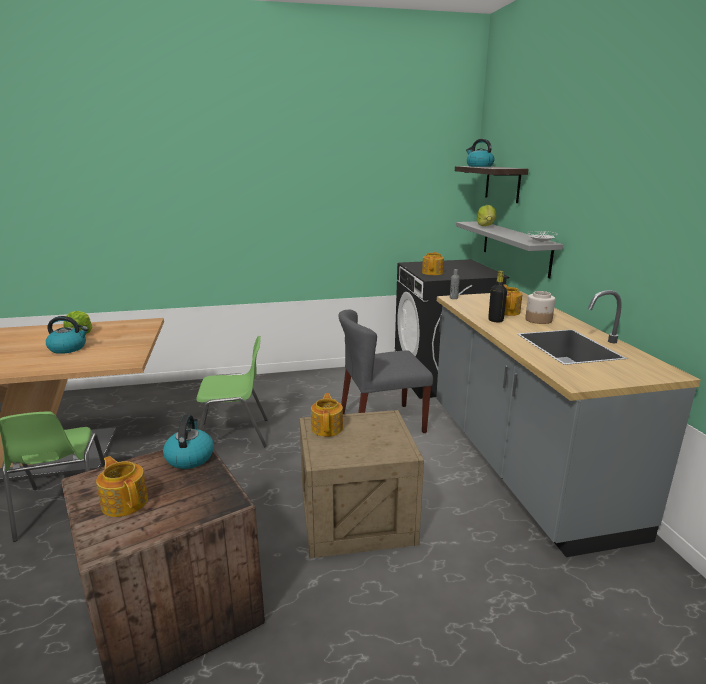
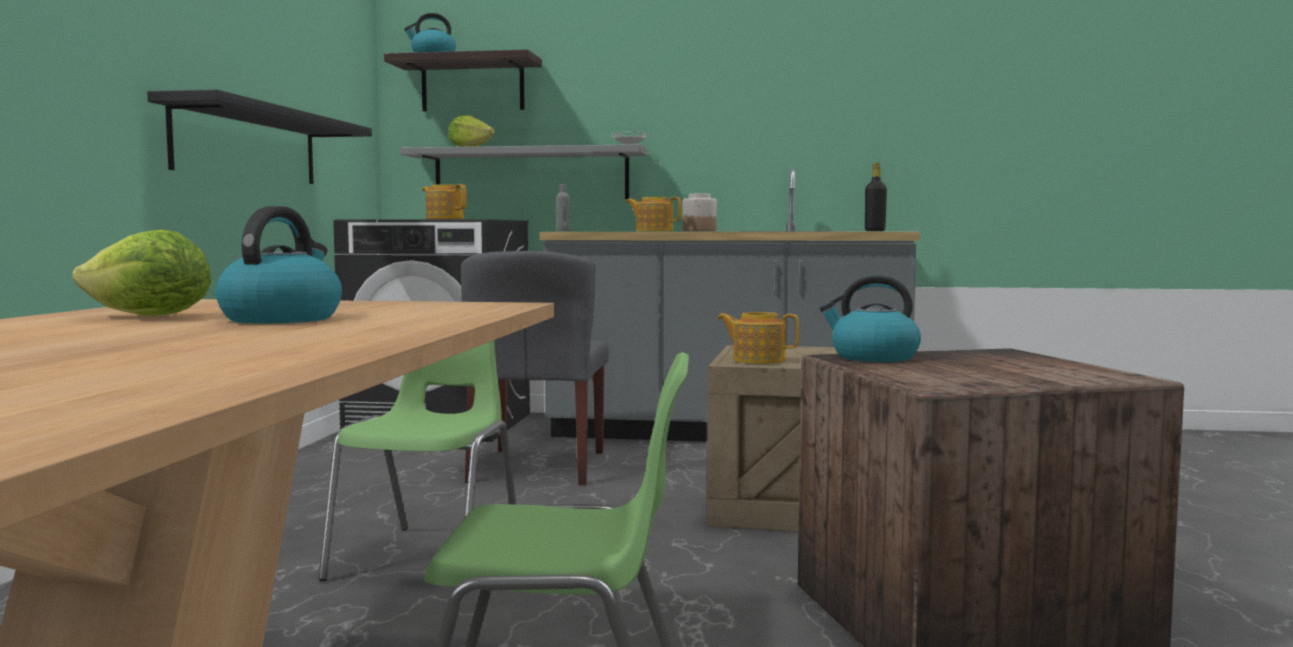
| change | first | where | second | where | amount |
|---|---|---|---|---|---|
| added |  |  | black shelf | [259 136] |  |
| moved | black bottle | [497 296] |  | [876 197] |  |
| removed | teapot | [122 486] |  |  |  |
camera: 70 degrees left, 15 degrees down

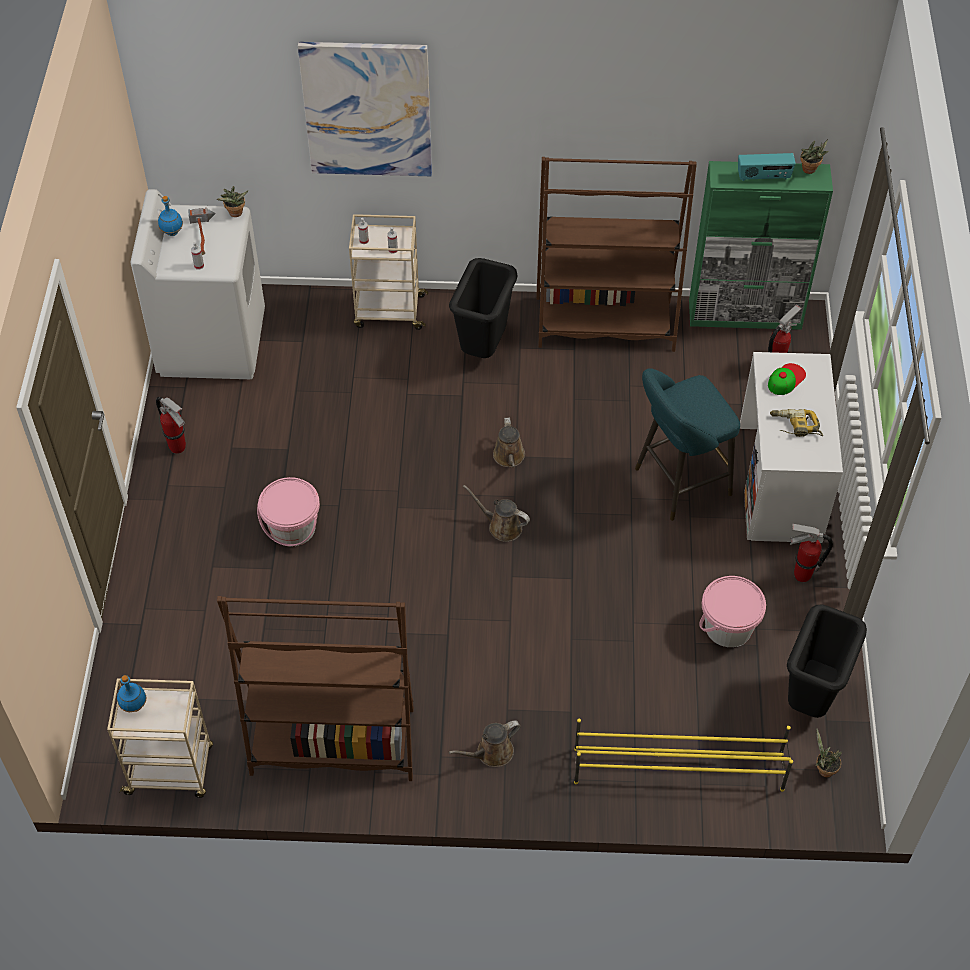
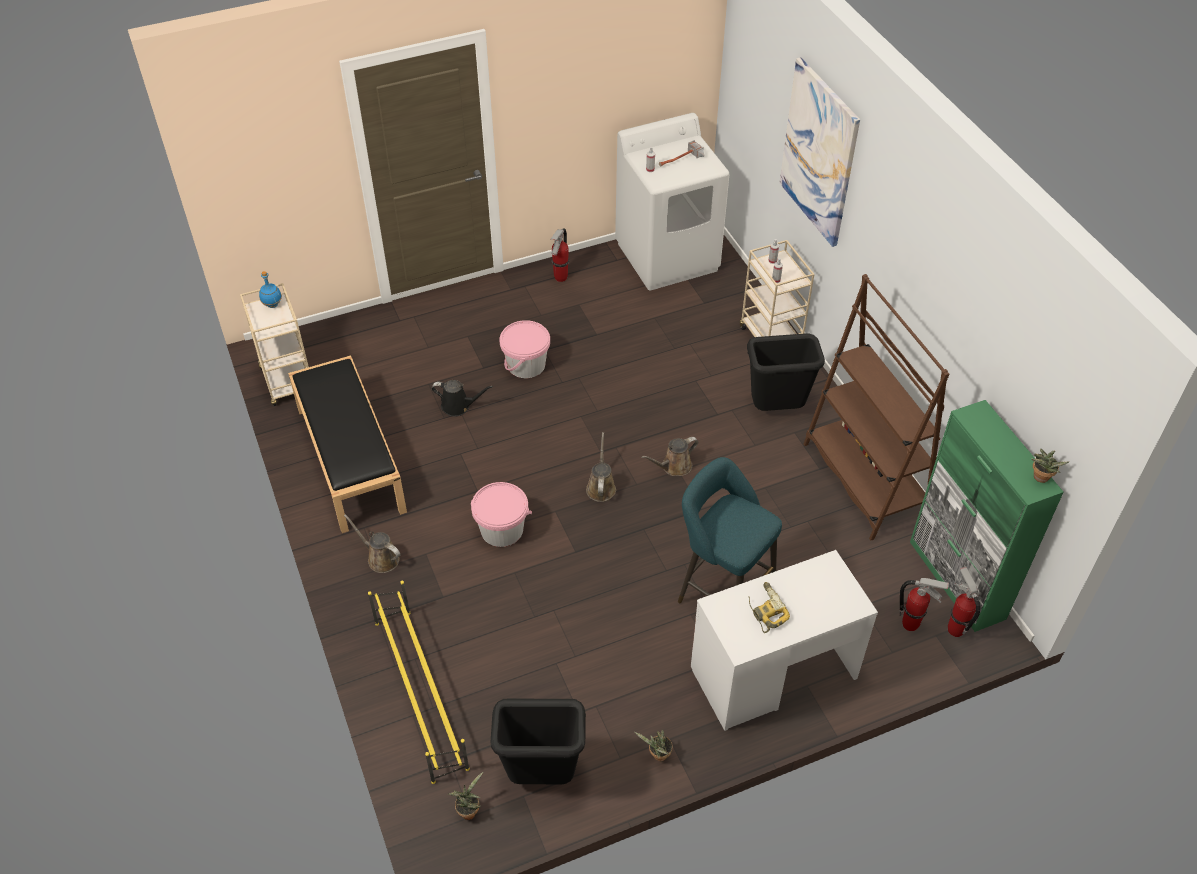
| change | first | where | second | where | amount |
|---|---|---|---|---|---|
| replaced | brown bookcase | [315 688] | black bench | [347 444] |  |
| added |  |  | black watering can | [462 398] |  |
| moved | pink bucket | [732 611] |  | [501 514] |  |
| moved | potted plant | [232 201] |  | [654 745] |  |
| moved | fire extinguisher | [811 552] |  | [964 602] |  |
| removed | blue bottle | [170 216] |  |  |  |
| removed | radio | [767 167] |  |  |  |
| removed | cap | [787 379] |  |  |  |
camera: 65 degrees right, 5 degrees down

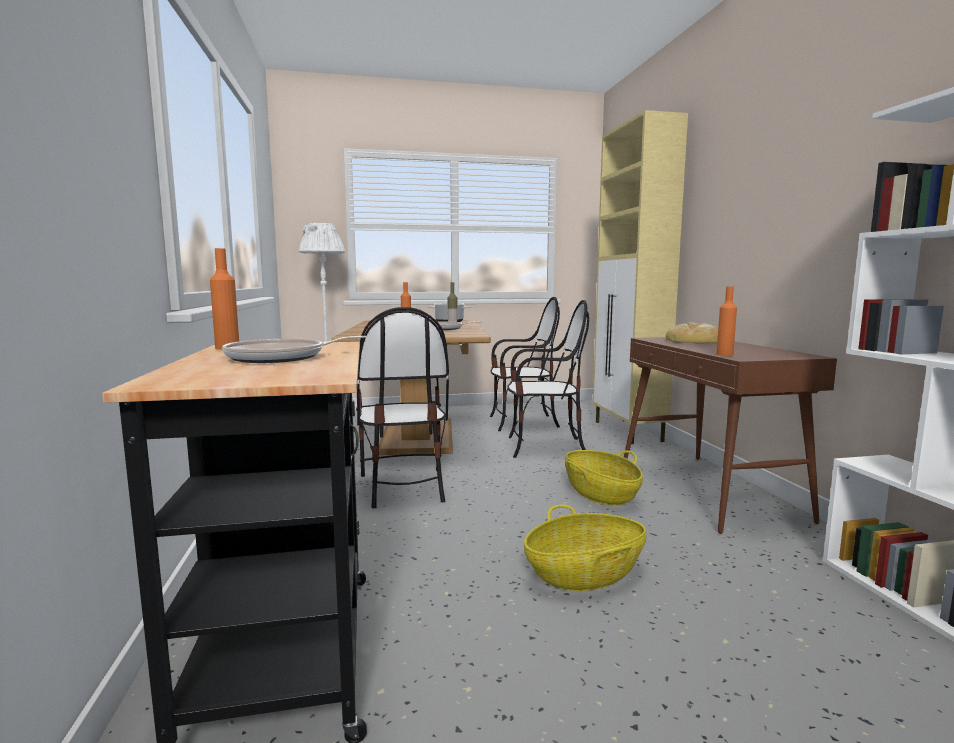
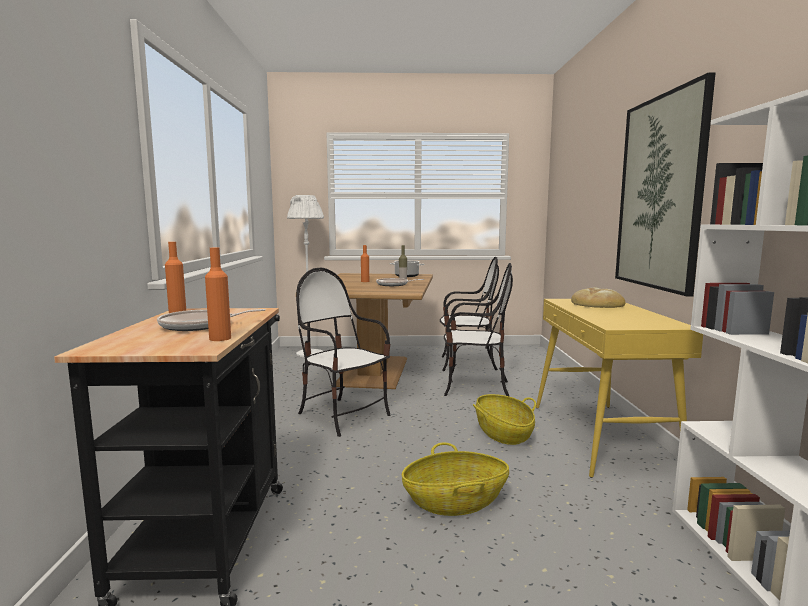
| change | first | where | second | where | amount |
|---|---|---|---|---|---|
| moved | orange bottle | [727 320] |  | [218 294] |  |
| turned | chair | [402 407] |  | [343 352] | 135 degrees clockwise |
| recoloured | brown console table | [730 435] | yellow console table | [619 388] |  |
| added |  |  | picture | [665 184] |  |
| removed | beige cabinet | [640 277] |  |  |  |
camera: 10 degrees right, 0 degrees up

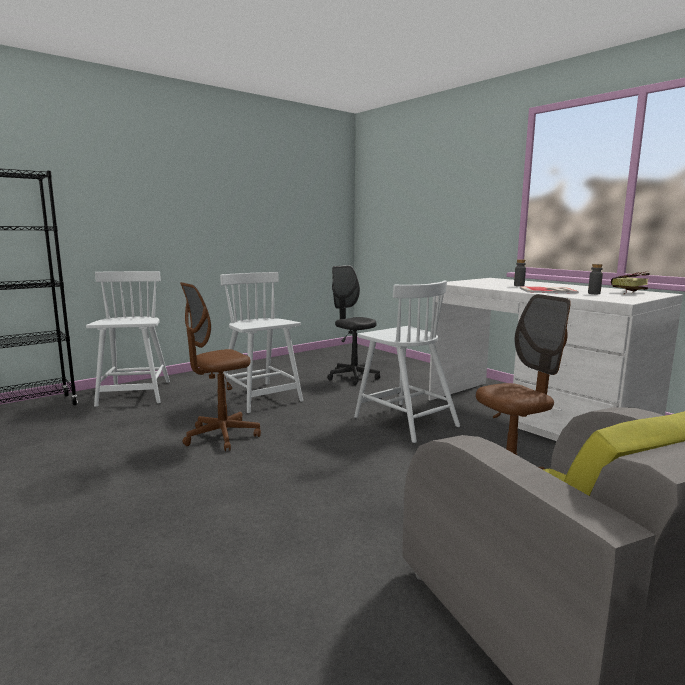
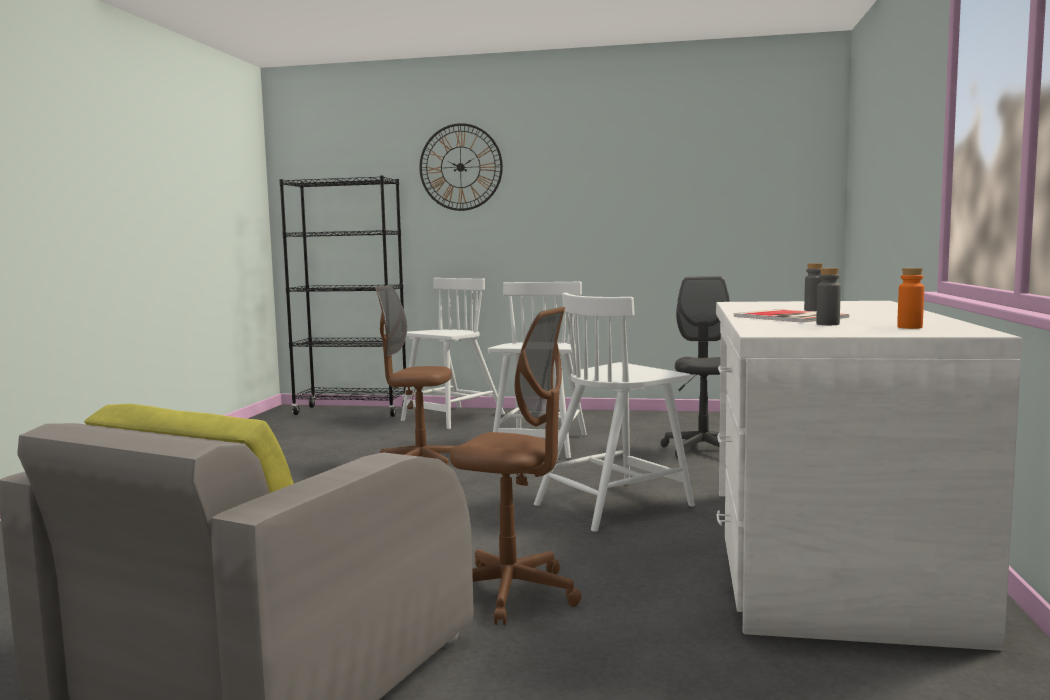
| change | first | where | second | where | amount |
|---|---|---|---|---|---|
| added |  |  | wall clock | [461 167] |  |
| turned | white chair | [407 361] |  | [614 412] | 45 degrees clockwise |
| replaced | book | [630 283] | orange bottle | [910 298] |  |
camera: 50 degrees right, 5 degrees down

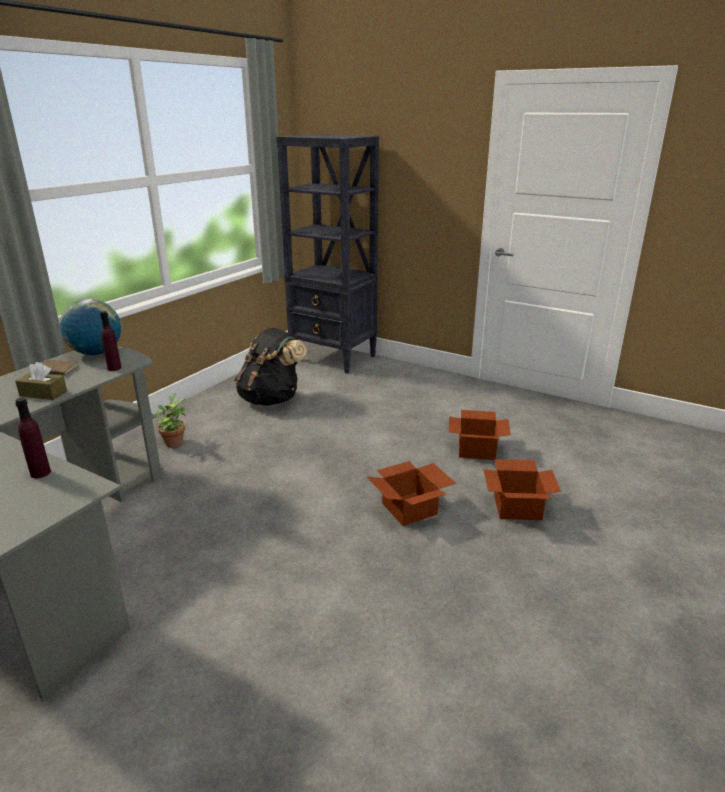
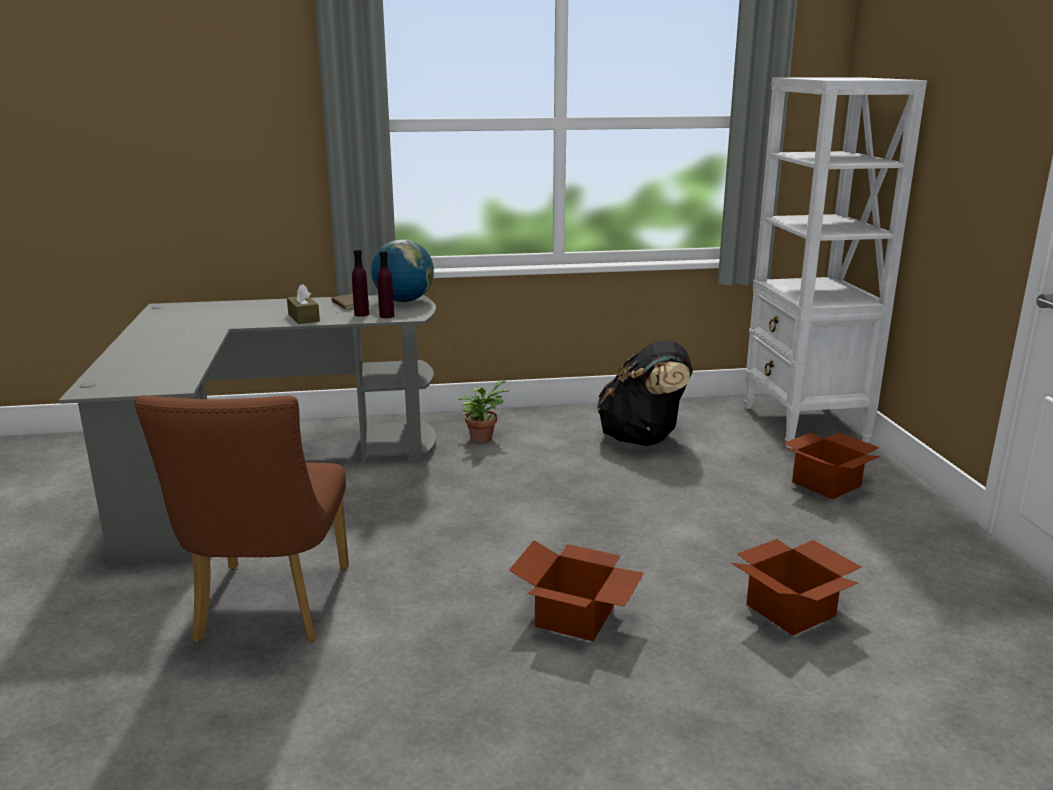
| change | first | where | second | where | amount |
|---|---|---|---|---|---|
| added |  |  | brown chair | [242 519] |  |
| moved | purple bottle | [33 438] |  | [360 283] |  |
| recoloured | black bookcase | [327 254] | white bookcase | [835 262] |  |
| moved | cardboard box | [522 489] |  | [832 466] |  |
camera: 50 degrees right, 5 degrees down

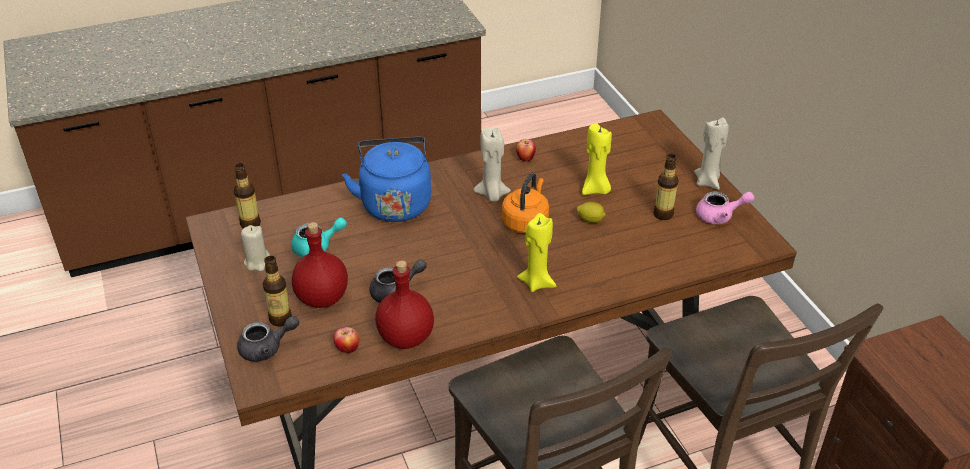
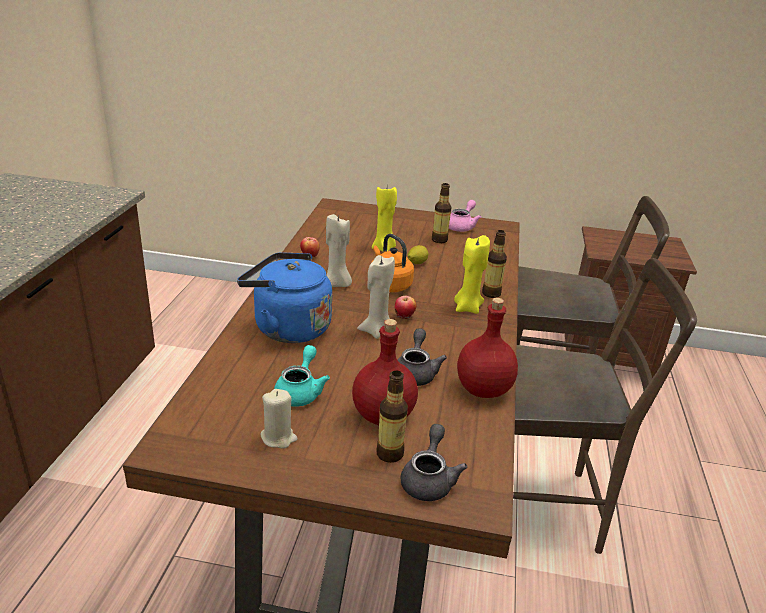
| change | first | where | second | where | amount |
|---|---|---|---|---|---|
| moved | beige candle | [711 154] |  | [376 297] |  |
| moved | apple | [346 340] |  | [405 307] |  |
| moved | bottle | [247 195] |  | [494 264] |  |
camera: 60 degrees left, 10 degrees down

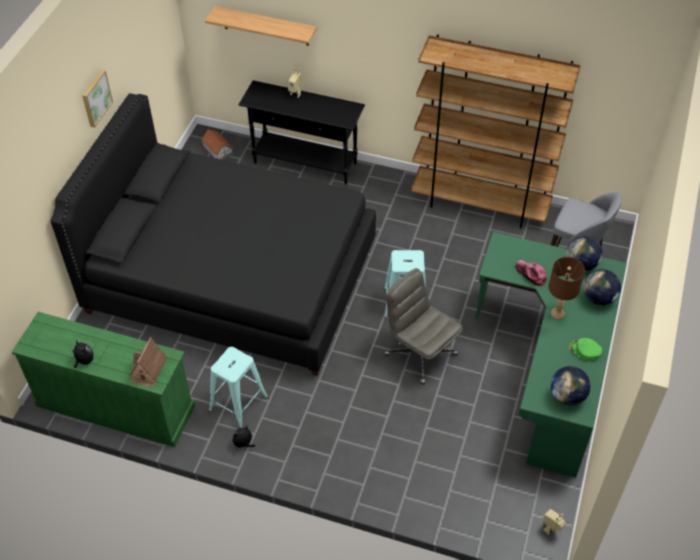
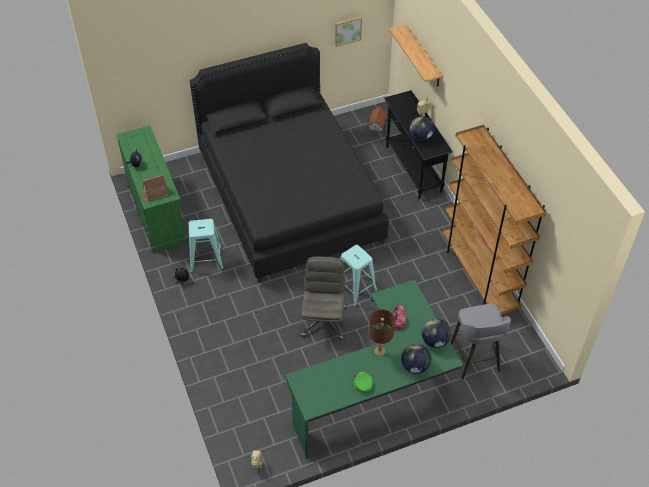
| change | first | where | second | where | amount |
|---|---|---|---|---|---|
| moved | picture | [97 99] |  | [348 31] |  |
| moved | globe | [571 385] |  | [422 128] |  |
camera: 50 degrees right, 0 degrees up

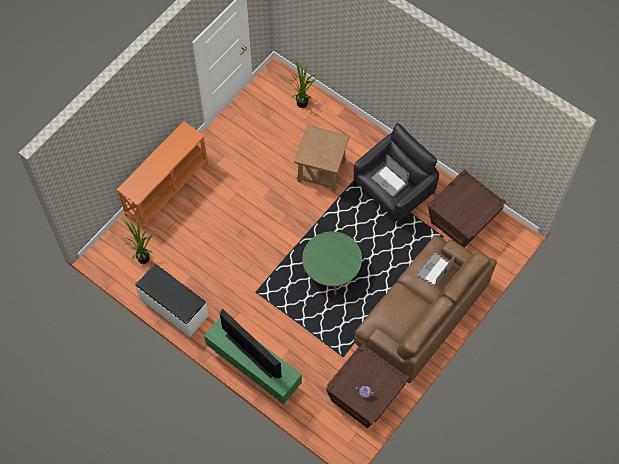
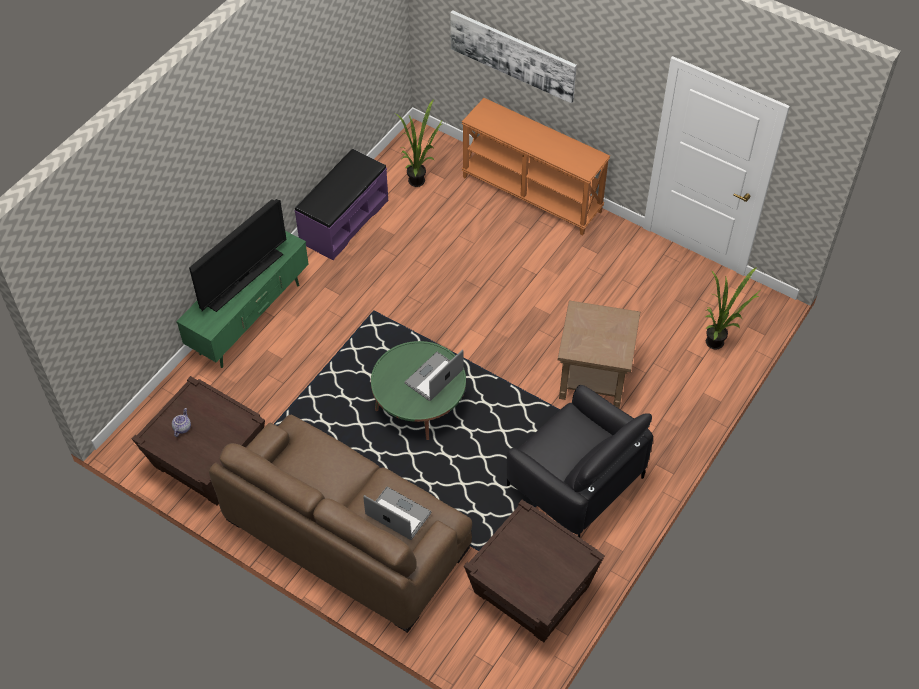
| change | first | where | second | where | amount |
|---|---|---|---|---|---|
| recoloured | white bench | [172 300] | purple bench | [341 204] |  |
| moved | laptop | [390 176] |  | [433 375] |  |
| added |  |  | picture | [513 56] |  |
camera: 85 degrees right, 10 degrees down

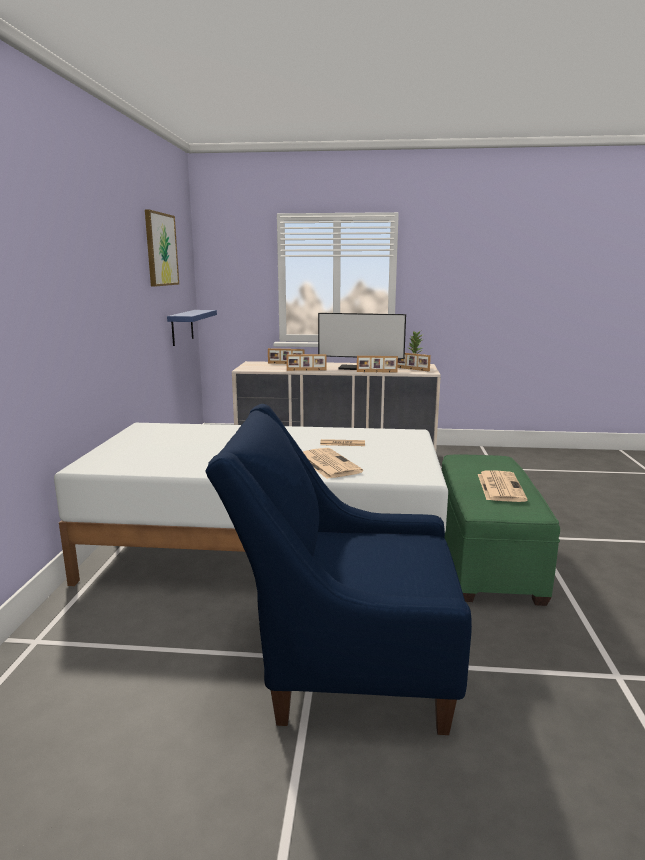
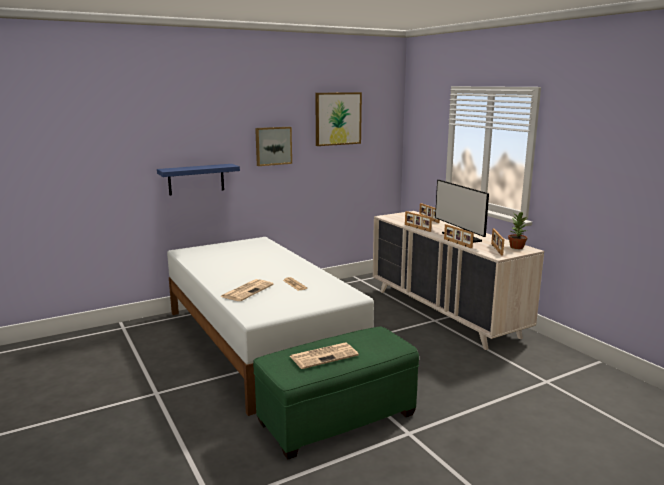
| change | first | where | second | where | amount |
|---|---|---|---|---|---|
| moved | blue shelf | [192 328] |  | [198 180] |  |
| added |  |  | picture | [273 146] |  |
| removed | blue armchair | [339 569] |  |  |  |
camera: 55 degrees right, 0 degrees up

